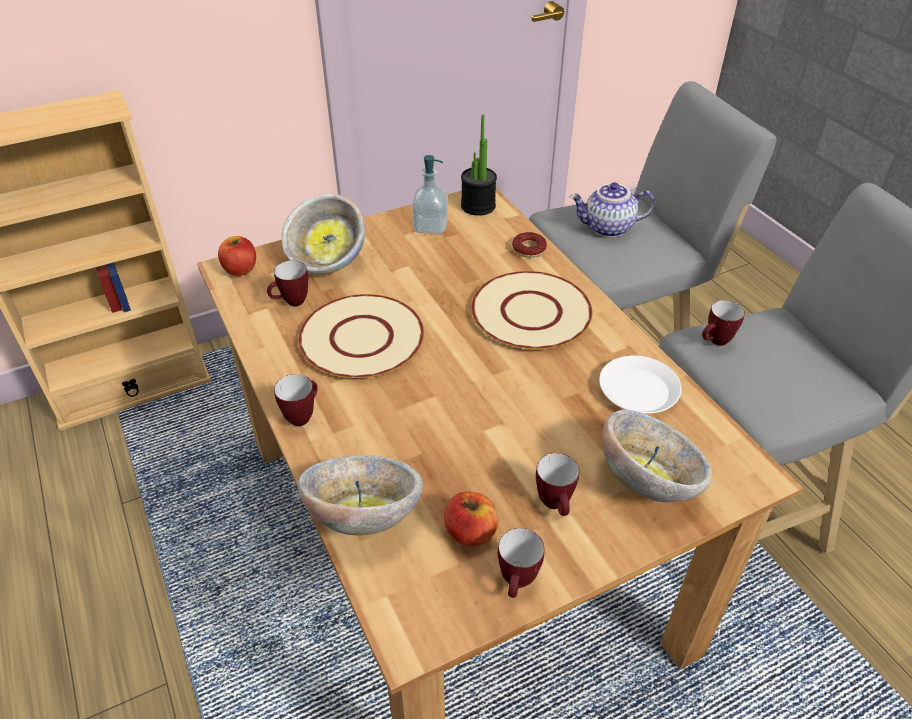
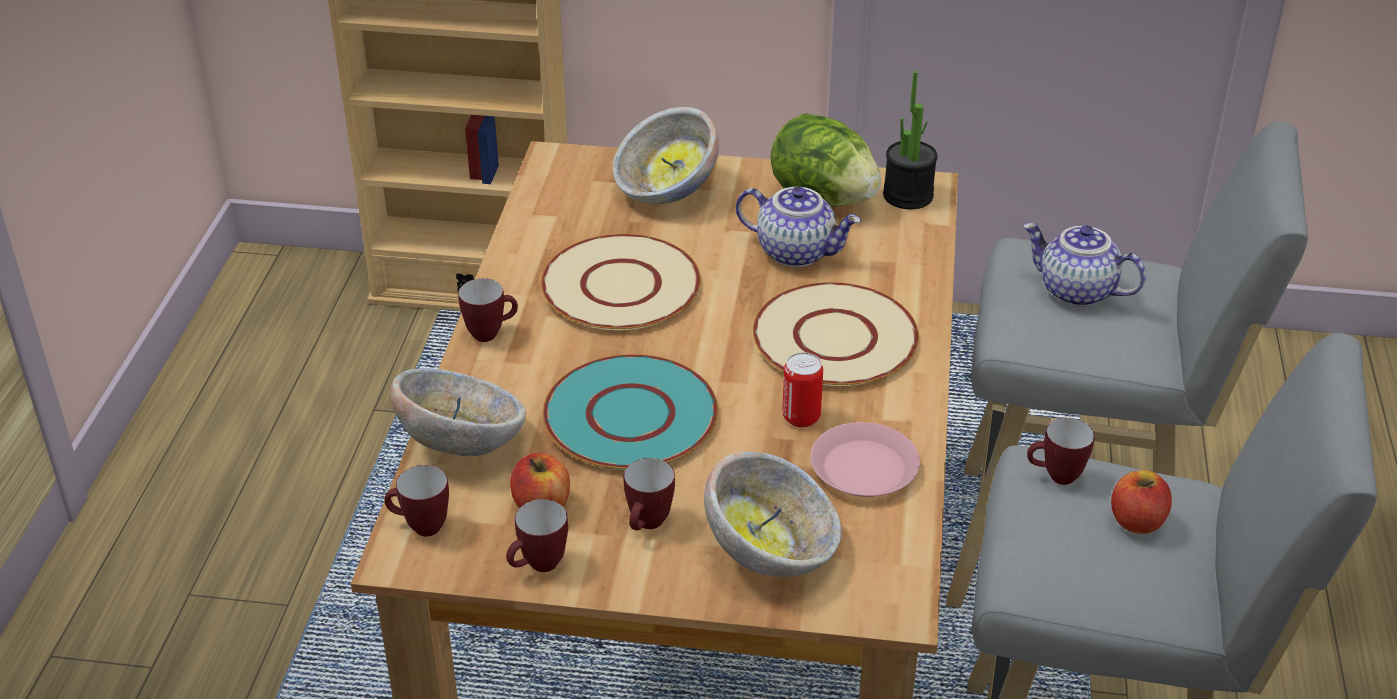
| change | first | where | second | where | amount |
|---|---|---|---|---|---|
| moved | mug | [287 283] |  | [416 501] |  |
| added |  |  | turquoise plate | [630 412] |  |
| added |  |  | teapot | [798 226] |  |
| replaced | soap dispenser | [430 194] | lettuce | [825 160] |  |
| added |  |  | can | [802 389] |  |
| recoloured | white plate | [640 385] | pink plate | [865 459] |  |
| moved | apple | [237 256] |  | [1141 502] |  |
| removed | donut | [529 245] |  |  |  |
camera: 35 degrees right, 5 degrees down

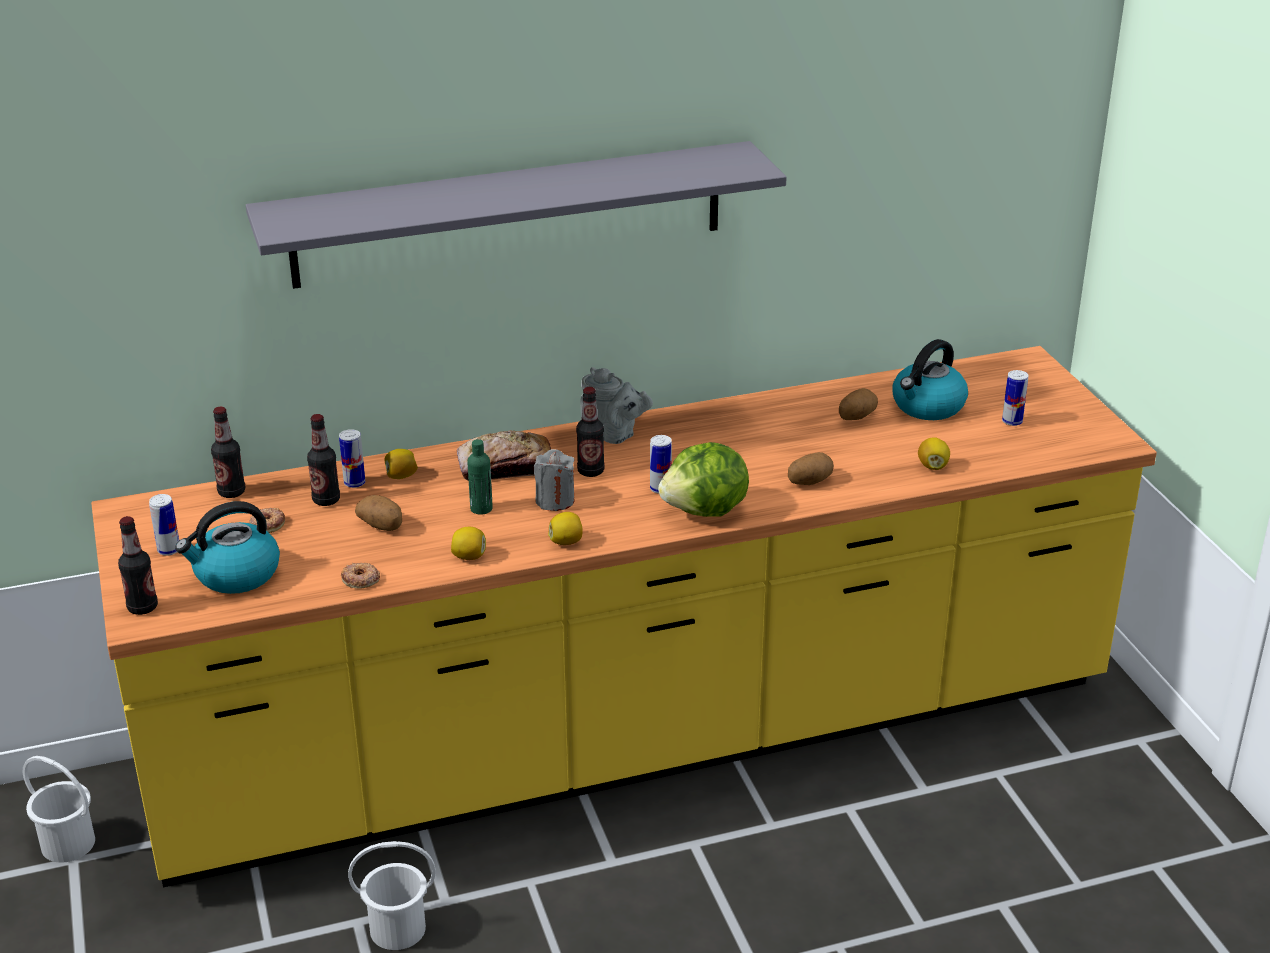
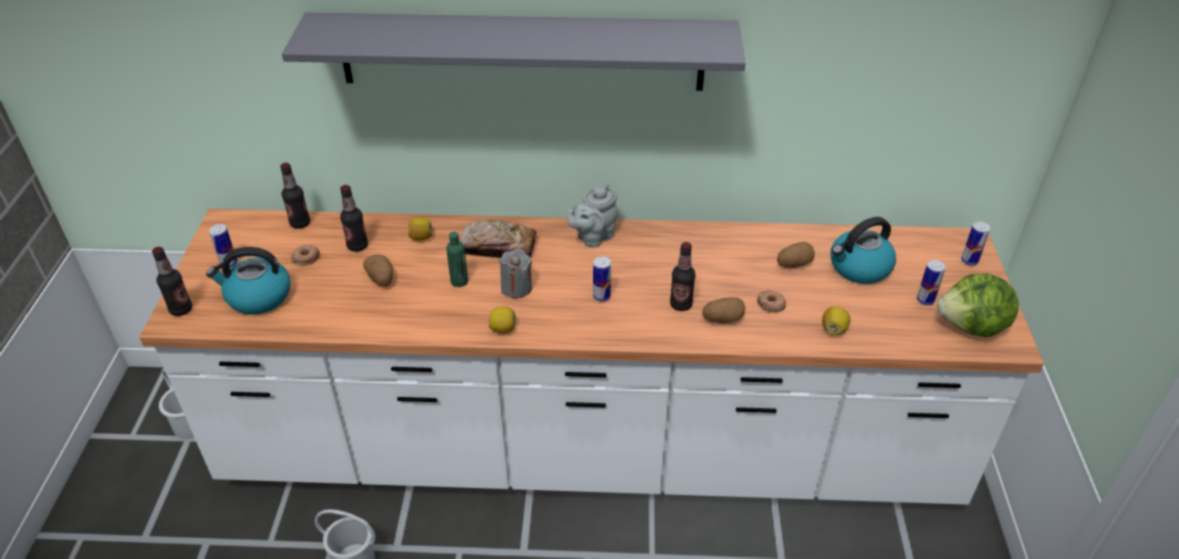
| change | first | where | second | where | amount |
|---|---|---|---|---|---|
| recoloured | yellow counter | [624 617] | white counter | [591 357] |  |
| turned | grey teapot | [616 405] |  | [592 216] | 90 degrees clockwise |
| moved | bottle | [590 432] |  | [683 276] |  |
| moved | donut | [360 575] |  | [772 301] |  |
| moved | lettuce | [703 479] |  | [978 305] |  |
| moved | can | [352 458] |  | [976 243] |  |
| removed | lemon | [468 543] |  |  |  |
camera: 20 degrees right, 10 degrees up

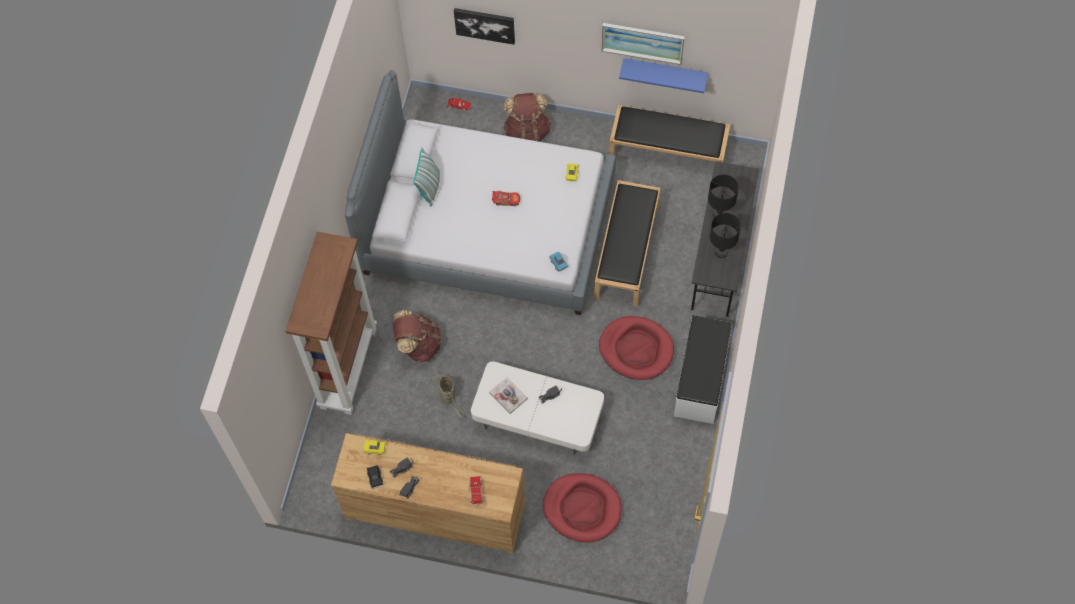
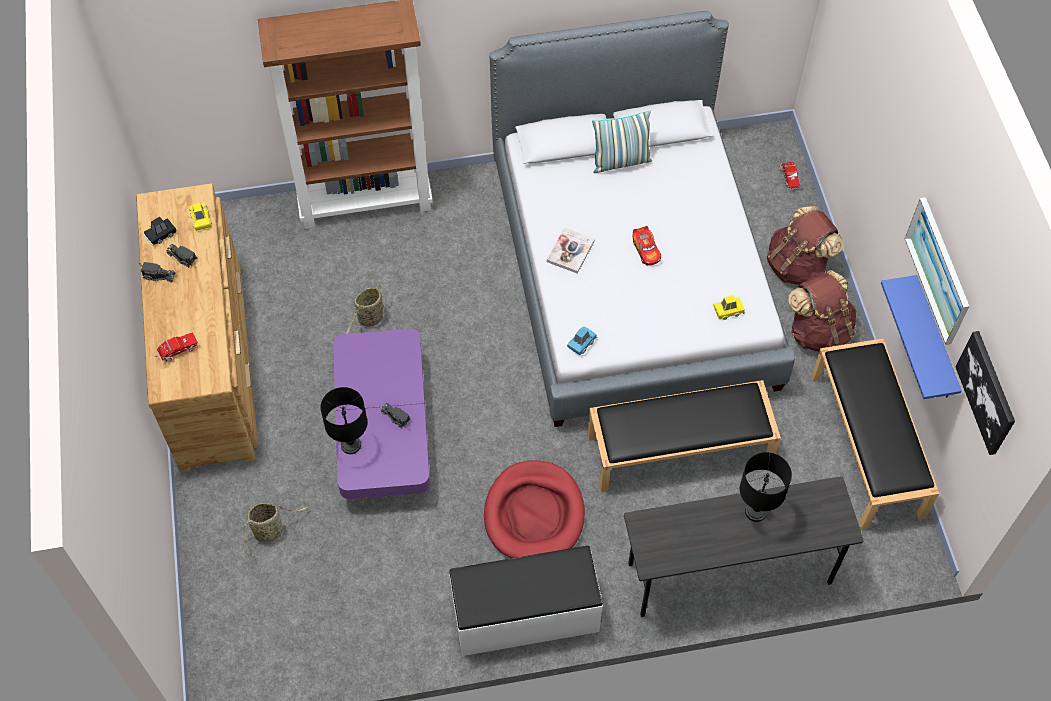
| change | first | where | second | where | amount |
|---|---|---|---|---|---|
| replaced | red dog bed | [582 507] | basket | [274 529] |  |
| moved | black table lamp | [725 235] |  | [343 420] |  |
| recoloured | white coffee table | [537 407] | purple coffee table | [381 414] |  |
| moved | book | [508 395] |  | [571 250] |  |
| moved | brown backpack | [417 336] |  | [822 310] |  |
| moved | picture | [484 26] |  | [985 393] |  |
camera: 65 degrees right, 5 degrees down

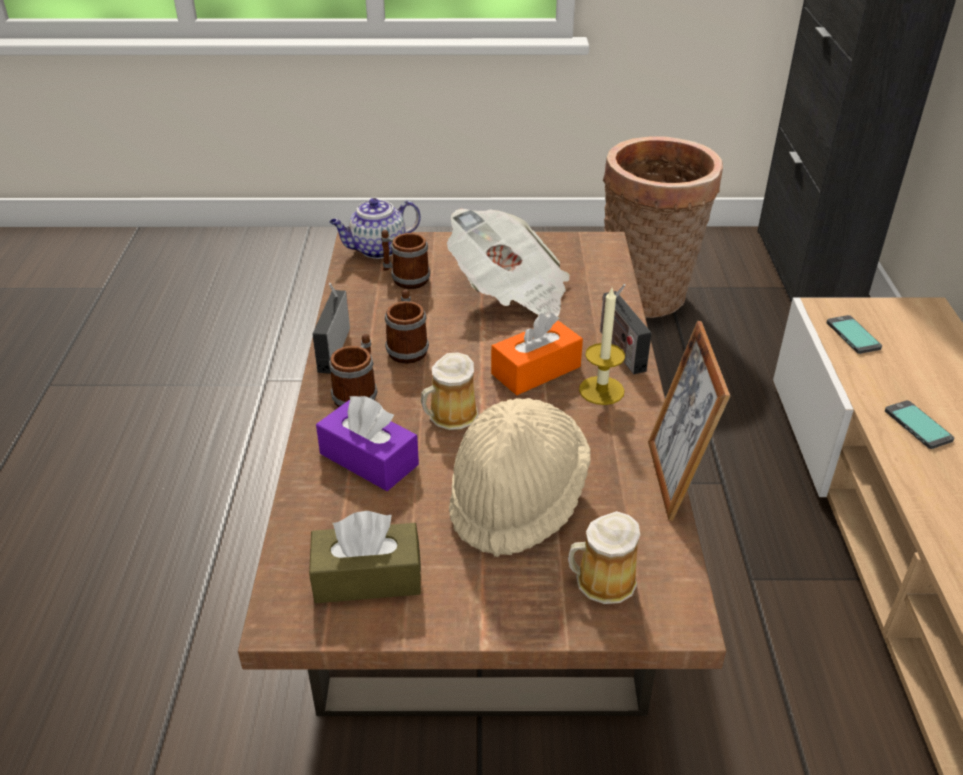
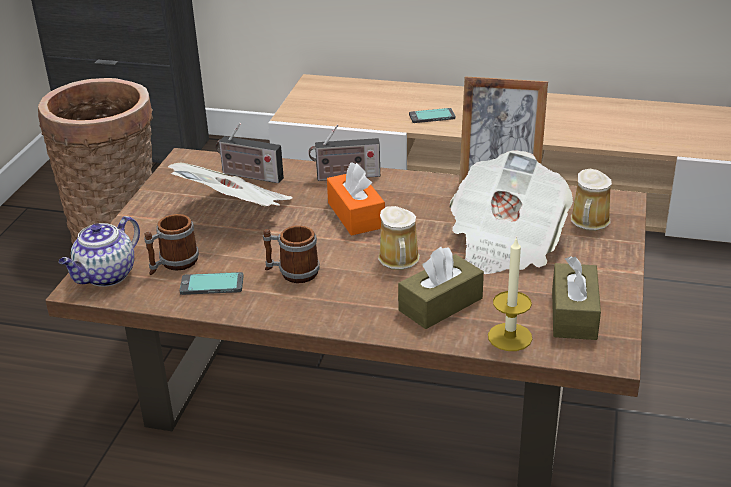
| change | first | where | second | where | amount |
|---|---|---|---|---|---|
| turned | teapot | [375 228] |  | [99 251] | 45 degrees clockwise |
| moved | phone | [854 334] |  | [211 283] |  |
| moved | radio | [331 328] |  | [249 153] |  |
| recoloured | purple tissue box | [367 443] | brown tissue box | [441 288] |  |
| replaced | beige hat | [520 477] | newspaper | [511 212] |  |
| moved | candle | [602 346] |  | [510 294] |  |
| removed | mug | [353 371] |  |  |  |
camera: 75 degrees left, 5 degrees down

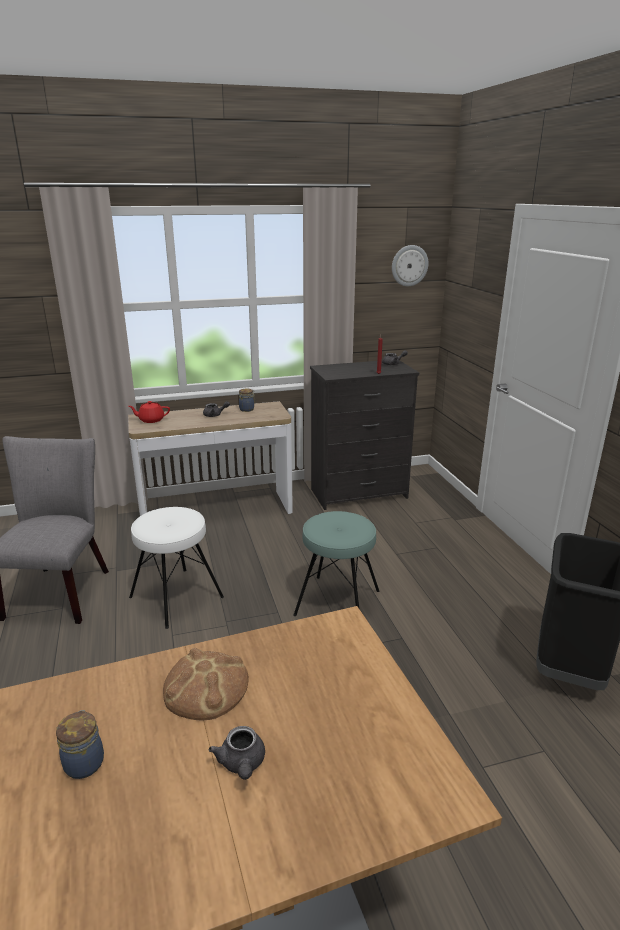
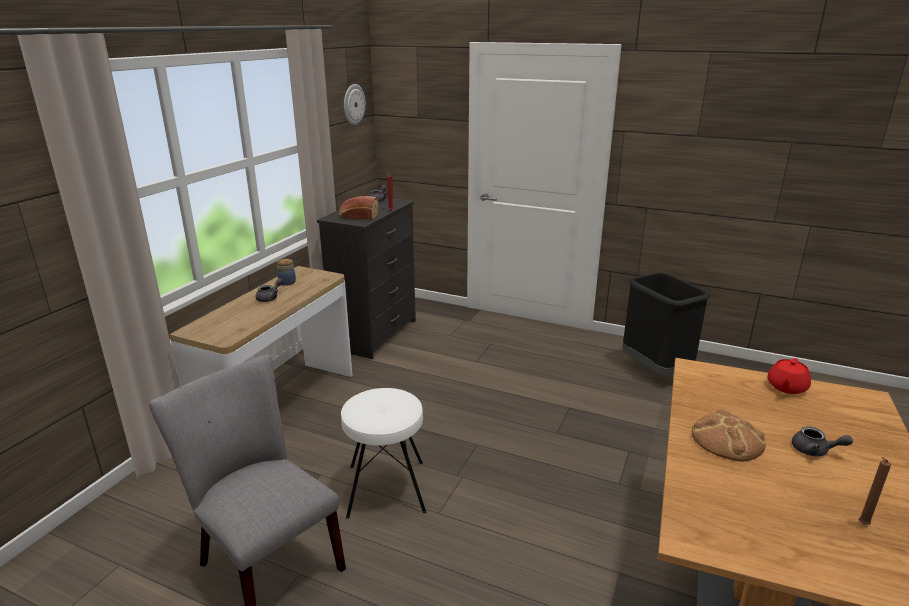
| change | first | where | second | where | amount |
|---|---|---|---|---|---|
| added |  |  | bread | [359 208] |  |
| moved | red teapot | [149 412] |  | [789 376] |  |
| added |  |  | brown candle | [875 491] |  |
| removed | jar | [80 744] |  |  |  |
| removed | turquoise stool | [336 563] |  |  |  |
camera: 50 degrees left, 0 degrees up

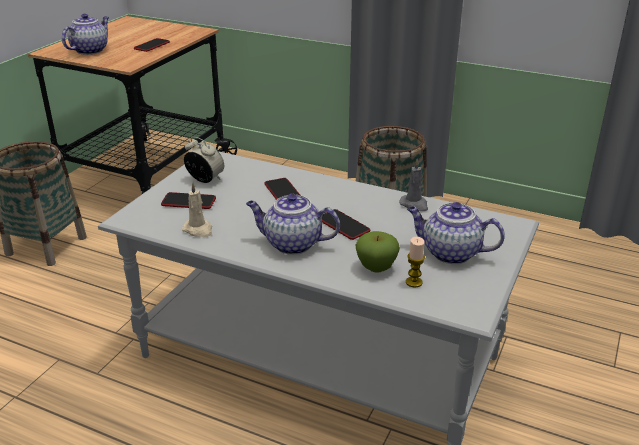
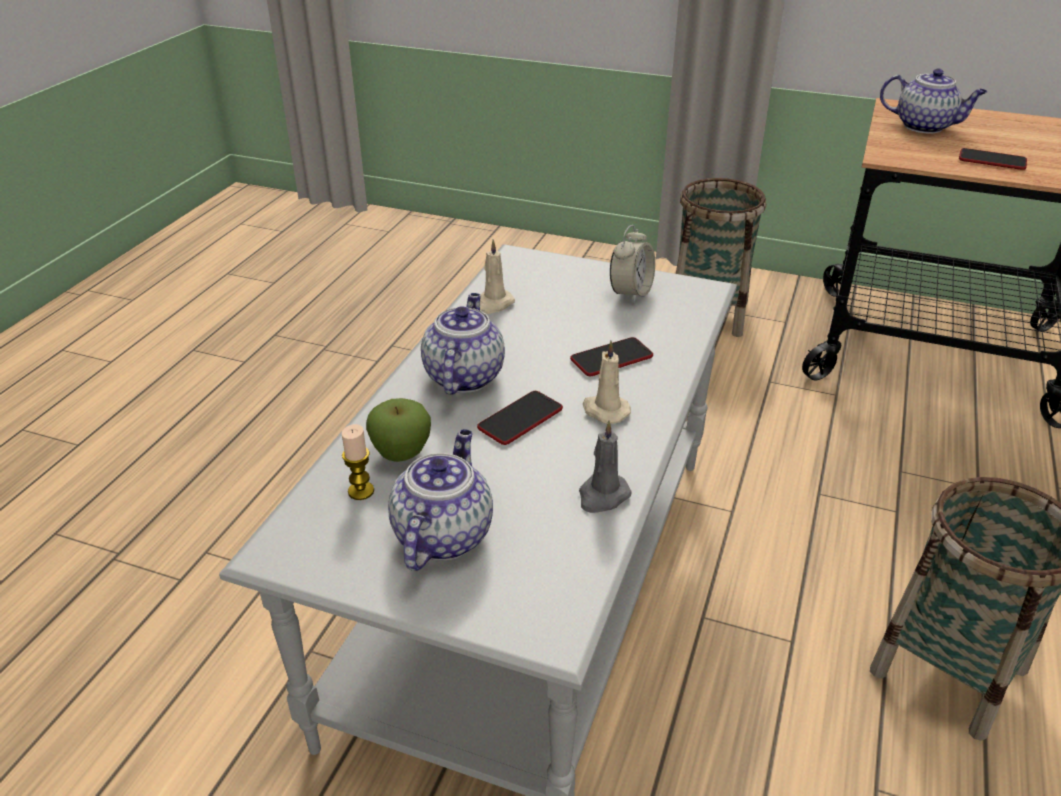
| change | first | where | second | where | amount |
|---|---|---|---|---|---|
| added |  |  | beige candle | [607 382] |  |
| removed | phone | [188 200] |  |  |  |
camera: 85 degrees right, 5 degrees up

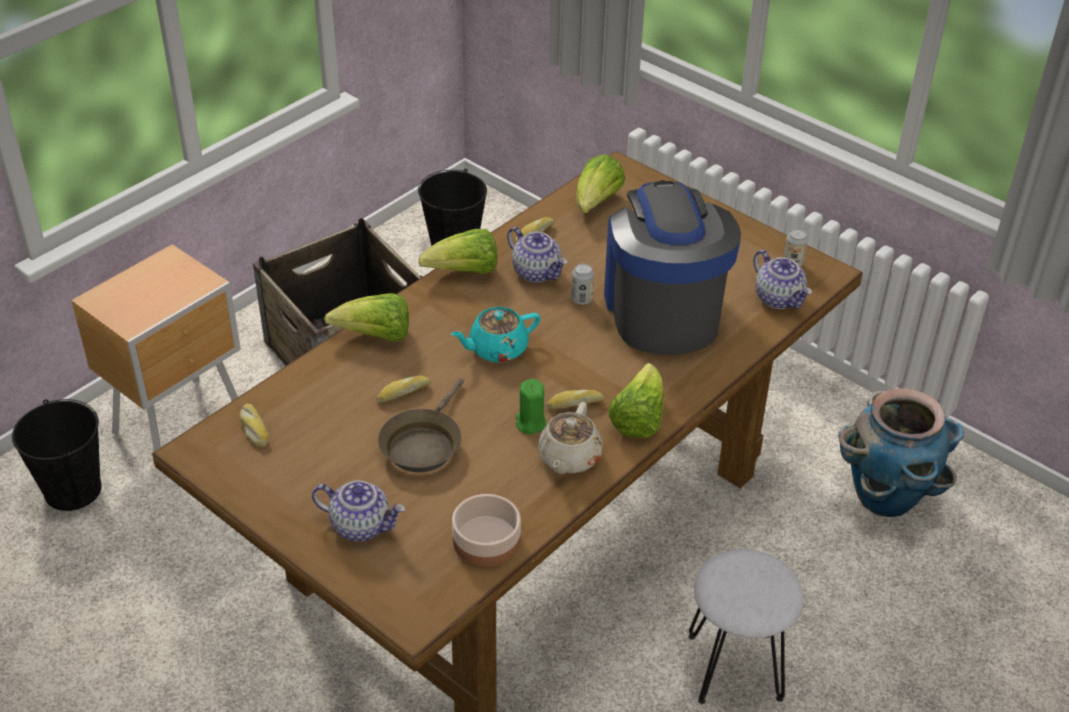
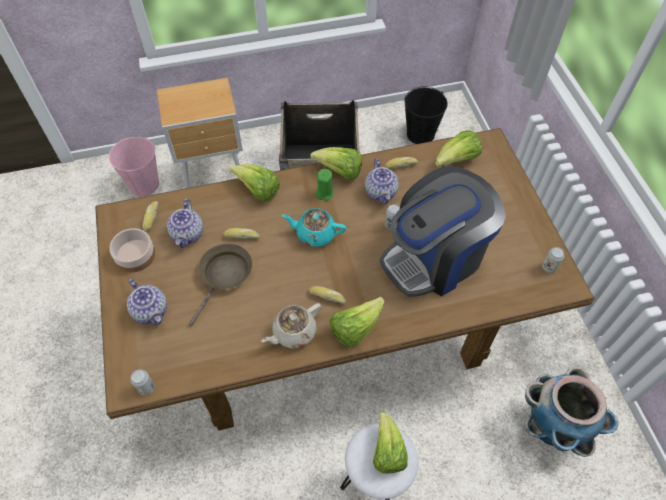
| change | first | where | second | where | amount |
|---|---|---|---|---|---|
| recoloured | black bucket | [57 455] | pink bucket | [134 165] |  |
| moved | bowl | [486 530] |  | [132 250] |  |
| added |  |  | can | [142 382] |  |
| moved | teapot | [782 279] |  | [185 223] |  |
| turned | brown frying pan | [421 425] |  | [220 285] | 150 degrees clockwise |
| moved | green candle | [530 406] |  | [324 185] |  |
| added |  |  | lettuce | [390 443] |  |
| turned | coffee machine | [672 267] |  | [443 231] | 150 degrees counterclockwise |
camera: 35 degrees right, 15 degrees up

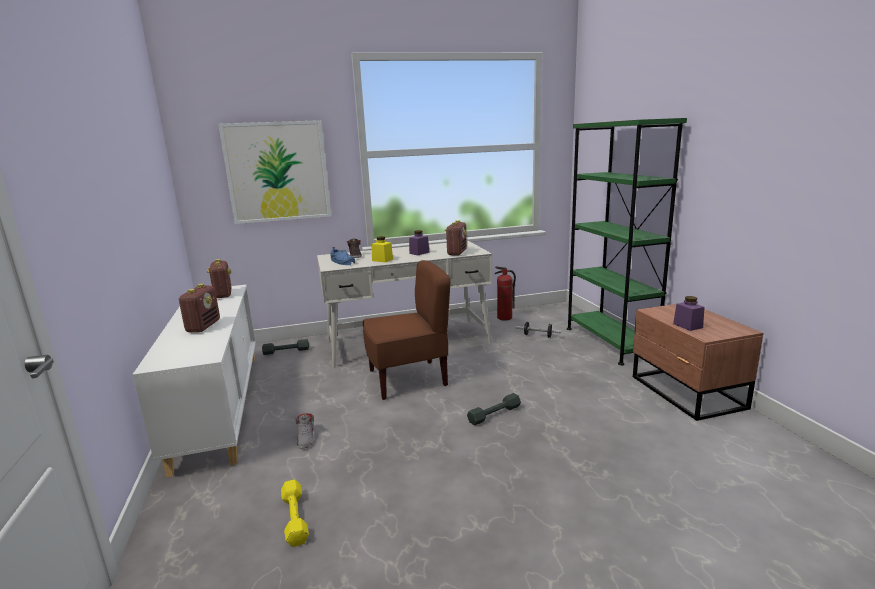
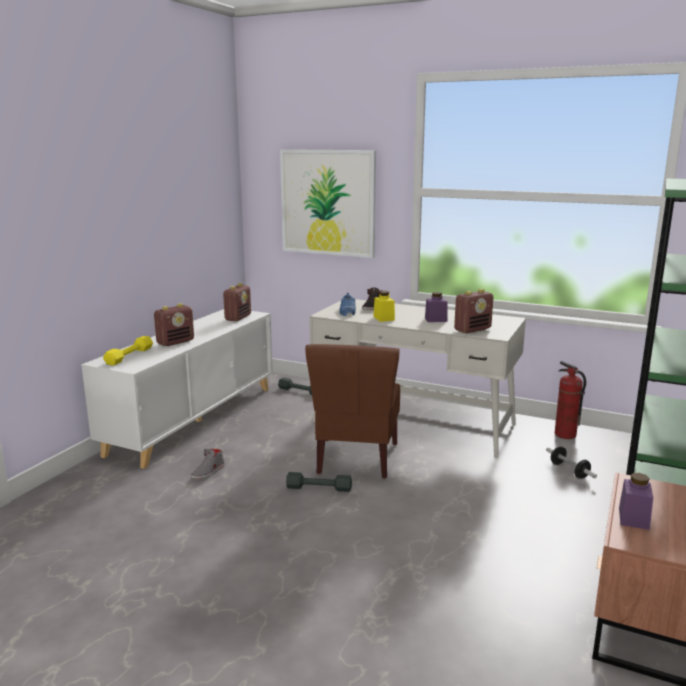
| change | first | where | second | where | amount |
|---|---|---|---|---|---|
| moved | yellow dumbbell | [295 513] |  | [128 351] |  |
| moved | grey dumbbell | [494 409] |  | [319 482] |  |
| turned | brown chair | [407 330] |  | [352 411] | 75 degrees clockwise |
camera: 40 degrees right, 0 degrees up

